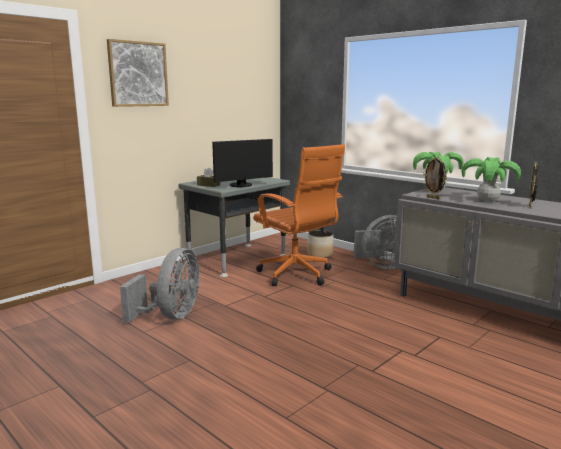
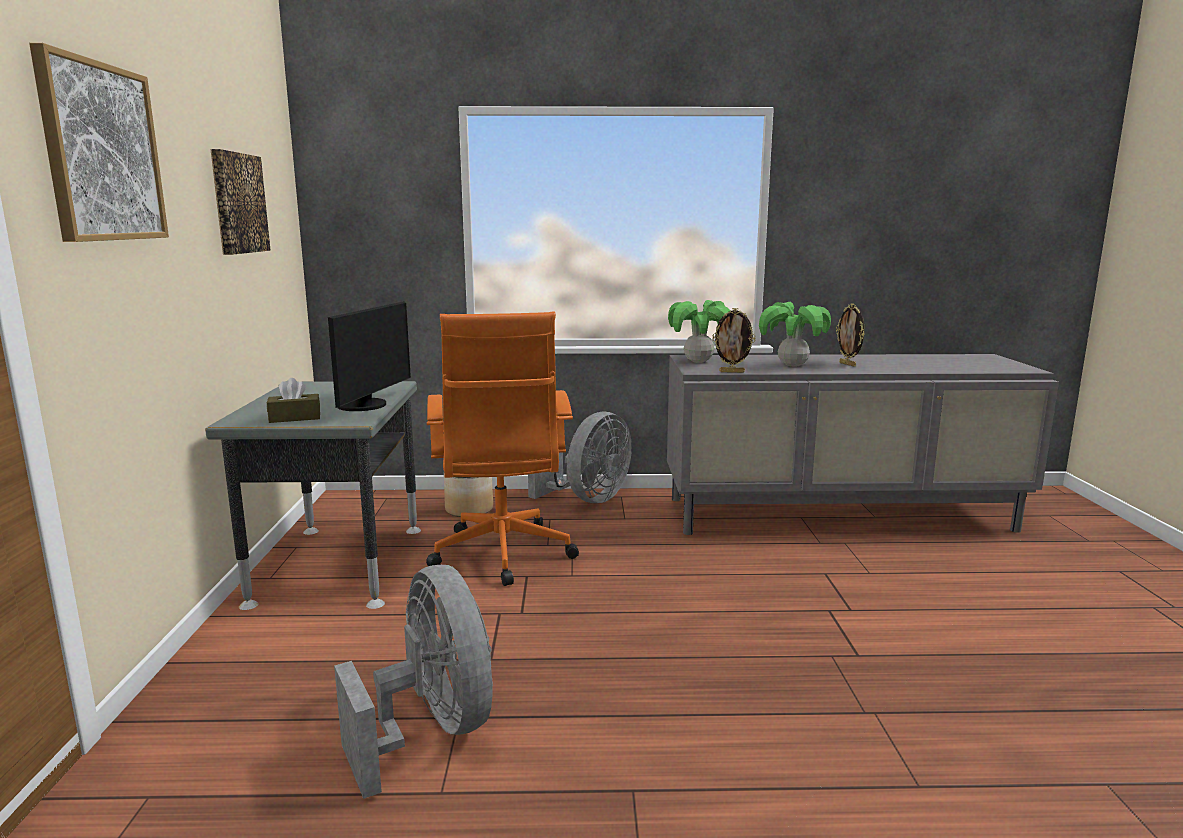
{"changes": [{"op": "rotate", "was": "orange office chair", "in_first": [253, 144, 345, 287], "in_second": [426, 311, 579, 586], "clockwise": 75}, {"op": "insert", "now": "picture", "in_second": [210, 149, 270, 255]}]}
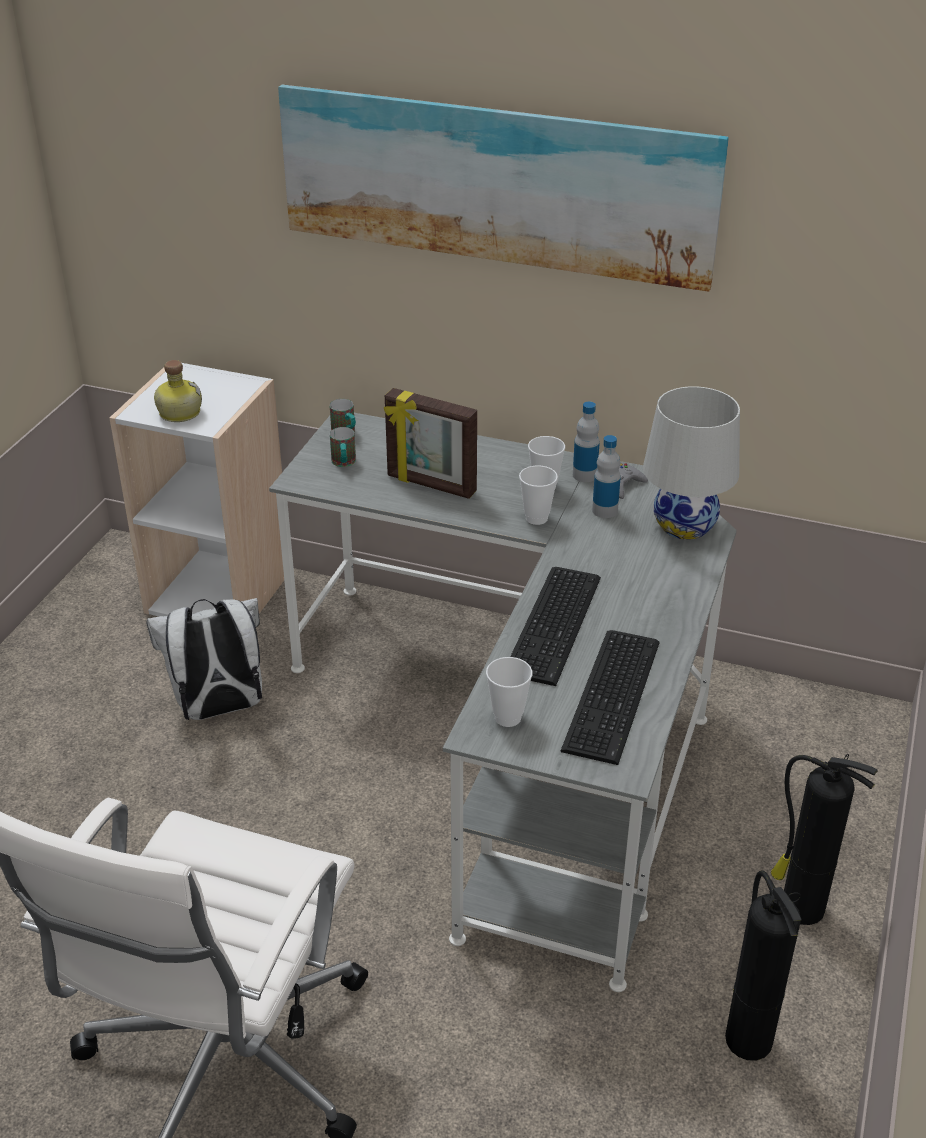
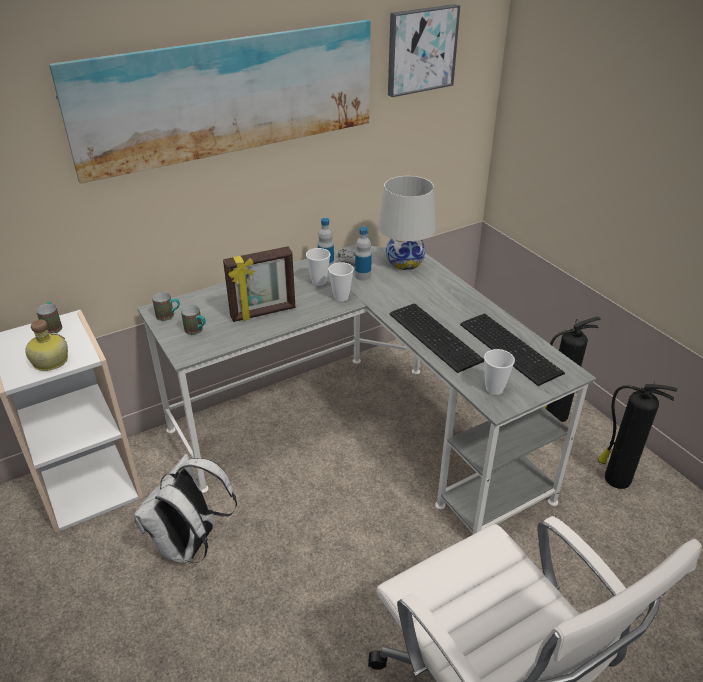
{"changes": [{"op": "insert", "now": "mug", "in_second": [36, 301, 62, 333]}, {"op": "insert", "now": "picture", "in_second": [388, 4, 460, 97]}]}
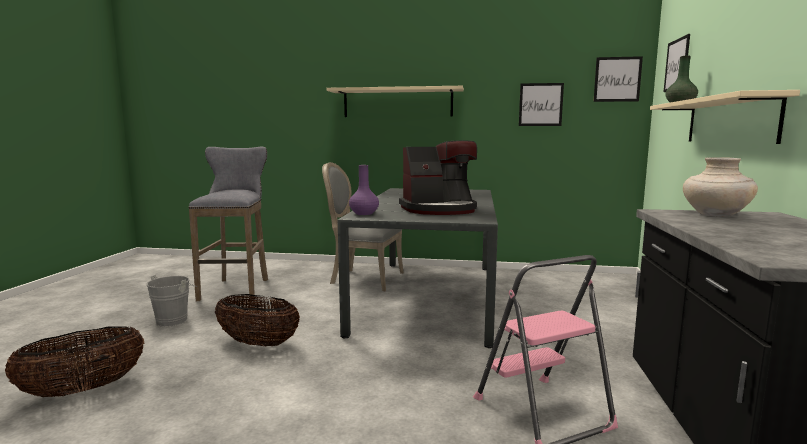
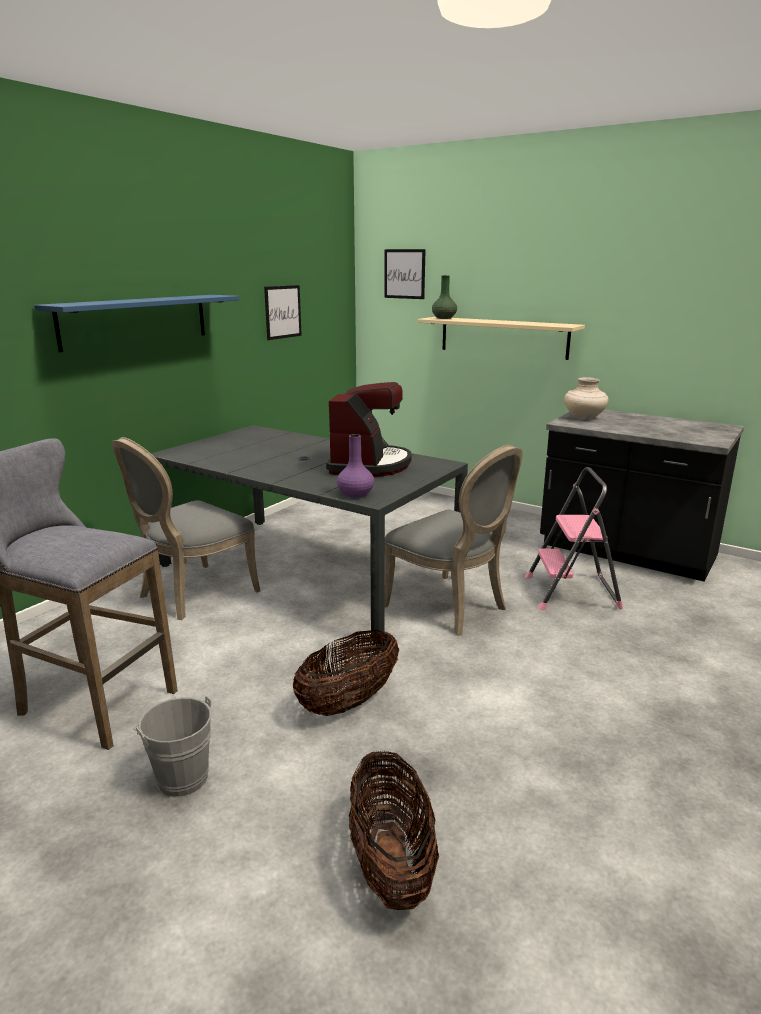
{"changes": [{"op": "recolor", "was": "beige shelf", "now": "blue shelf", "in_first": [327, 86, 464, 117], "in_second": [34, 295, 239, 352]}, {"op": "delete", "was": "picture", "in_first": [593, 56, 643, 102]}, {"op": "insert", "now": "grey chair", "in_second": [385, 445, 523, 636]}]}
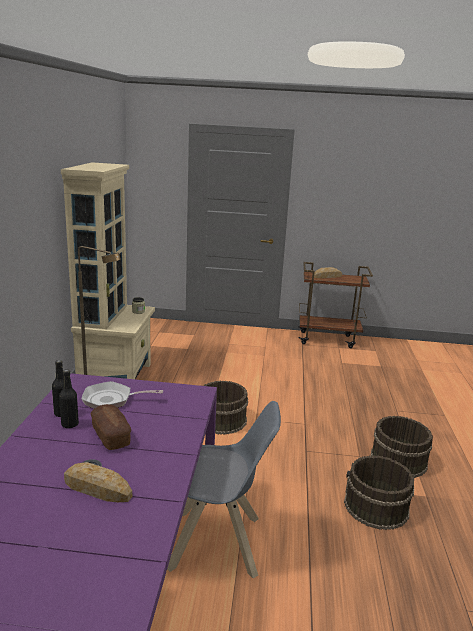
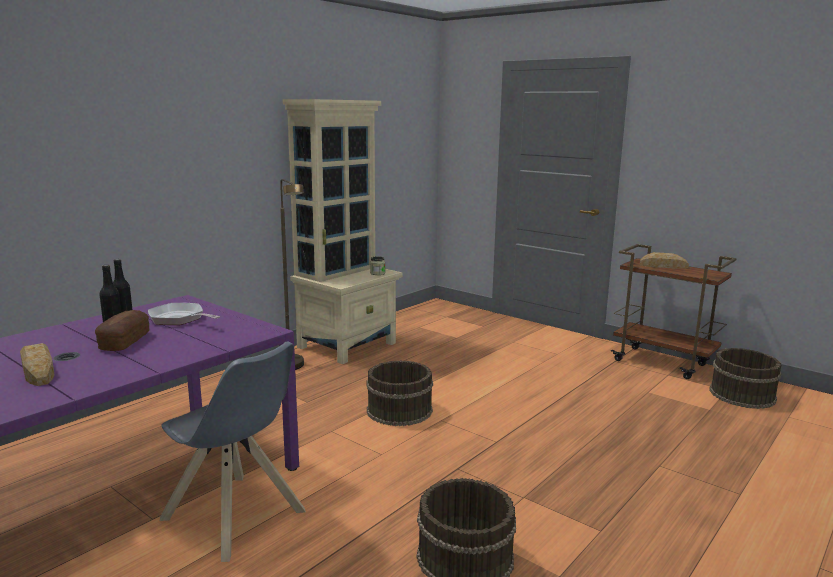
{"changes": [{"op": "move", "was": "brown bucket", "in_first": [370, 416, 433, 478], "in_second": [709, 348, 781, 409]}]}
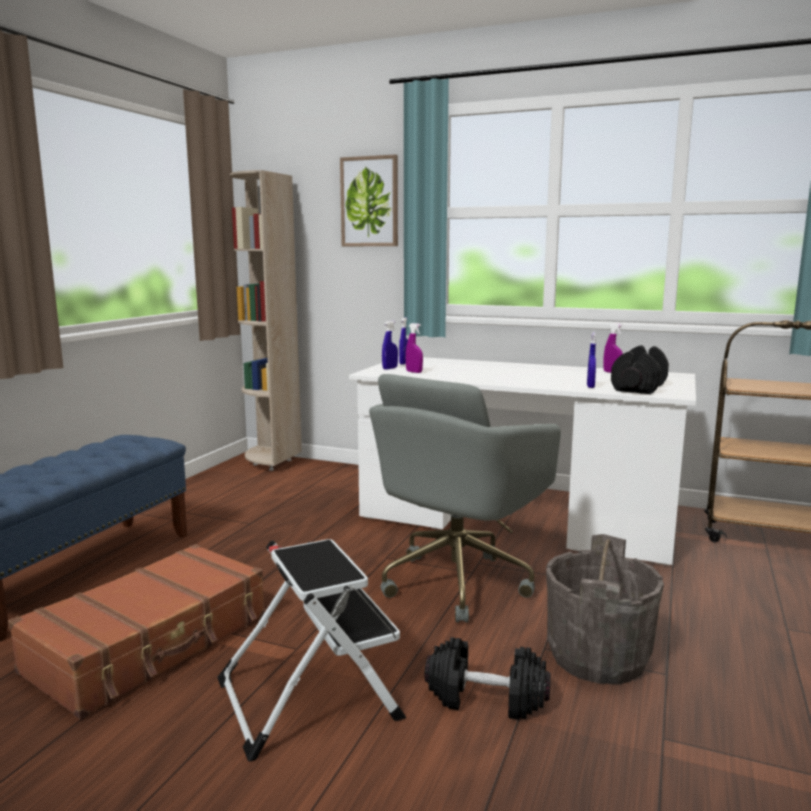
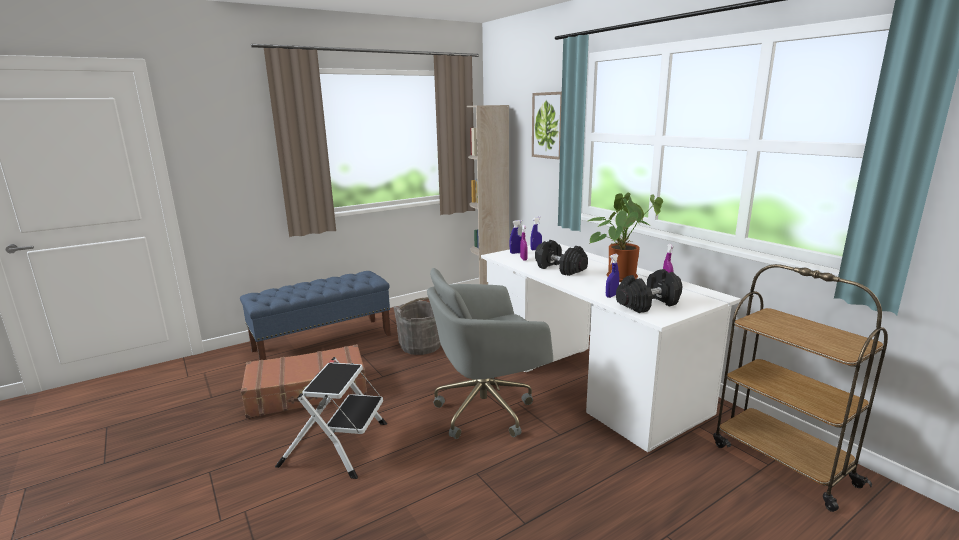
{"changes": [{"op": "move", "was": "black dumbbell", "in_first": [424, 637, 551, 720], "in_second": [535, 240, 588, 276]}, {"op": "move", "was": "grey bucket", "in_first": [546, 534, 664, 684], "in_second": [393, 297, 441, 355]}, {"op": "insert", "now": "potted plant", "in_second": [588, 193, 663, 282]}]}
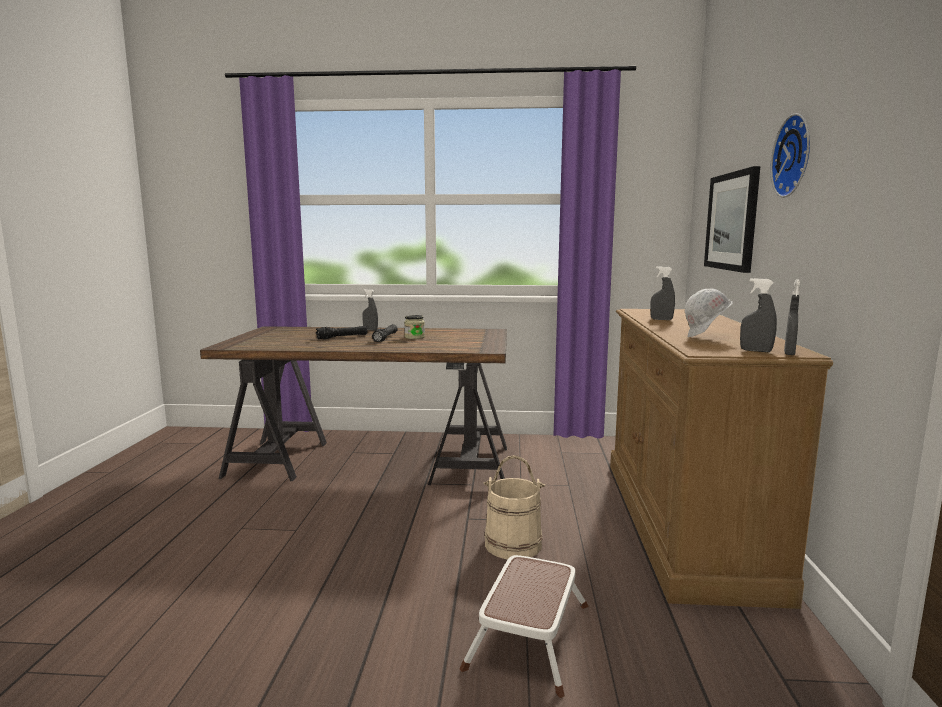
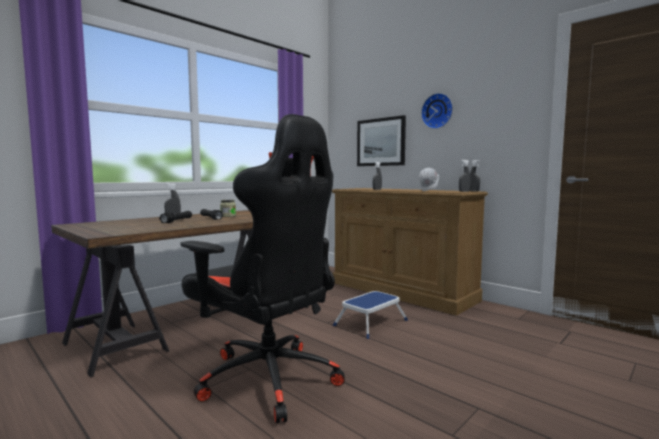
{"changes": [{"op": "delete", "was": "brown step ladder", "in_first": [460, 555, 589, 698]}, {"op": "replace", "was": "beige bucket", "now": "blue step ladder", "in_first": [483, 455, 545, 560], "in_second": [333, 291, 408, 339]}, {"op": "insert", "now": "black office chair", "in_second": [180, 114, 345, 423]}]}
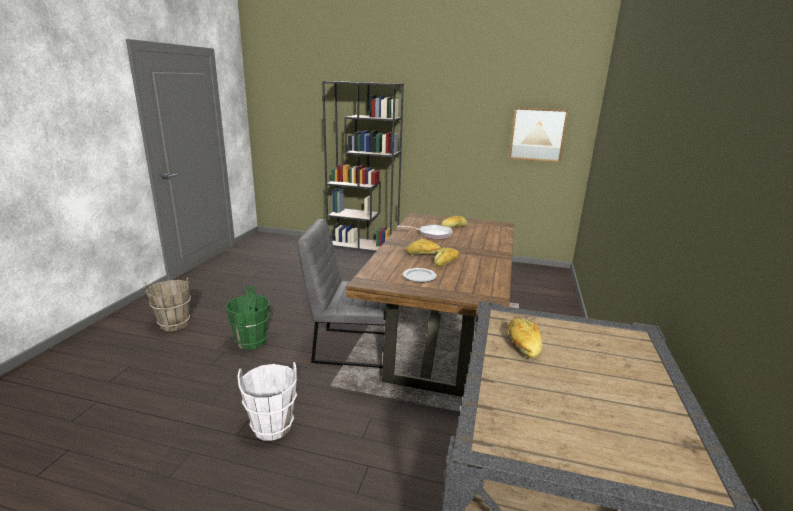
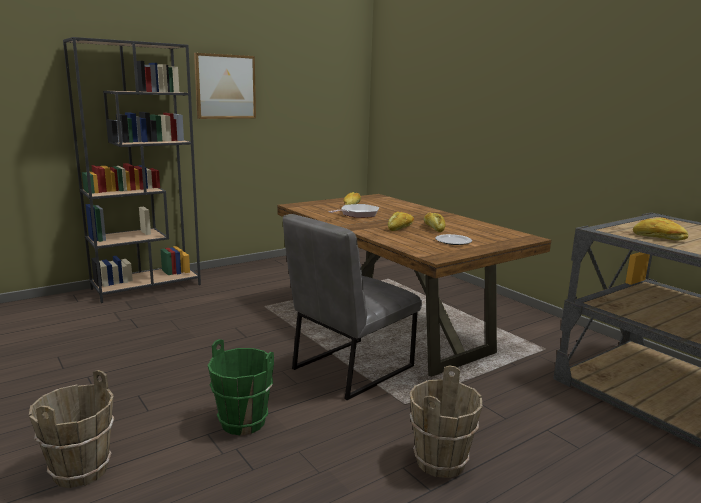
{"changes": [{"op": "recolor", "was": "white bucket", "now": "brown bucket", "in_first": [237, 362, 297, 441], "in_second": [409, 365, 482, 478]}, {"op": "move", "was": "picture", "in_first": [509, 107, 569, 162], "in_second": [194, 53, 256, 119]}]}
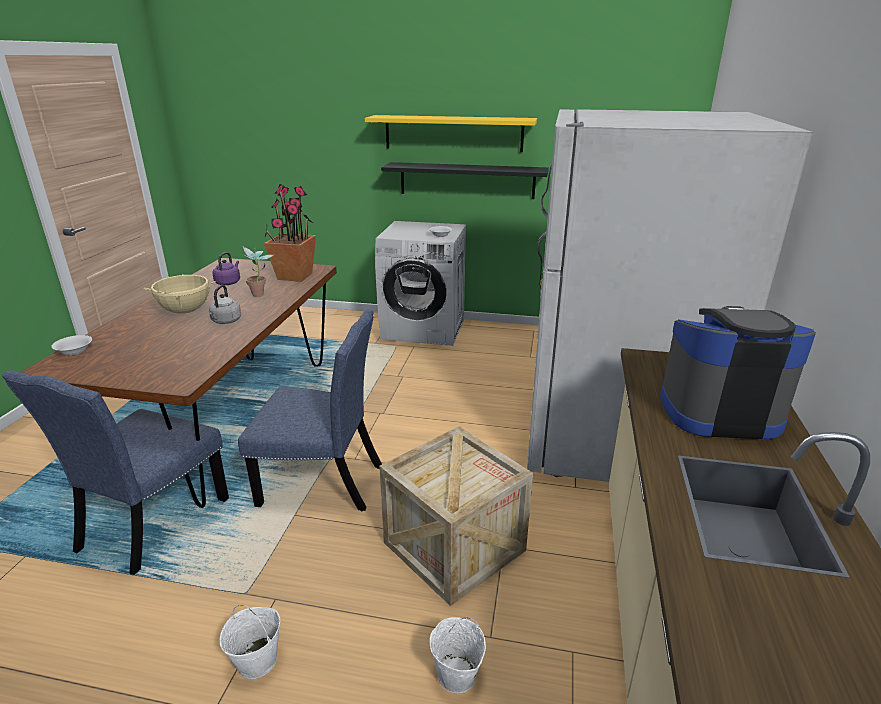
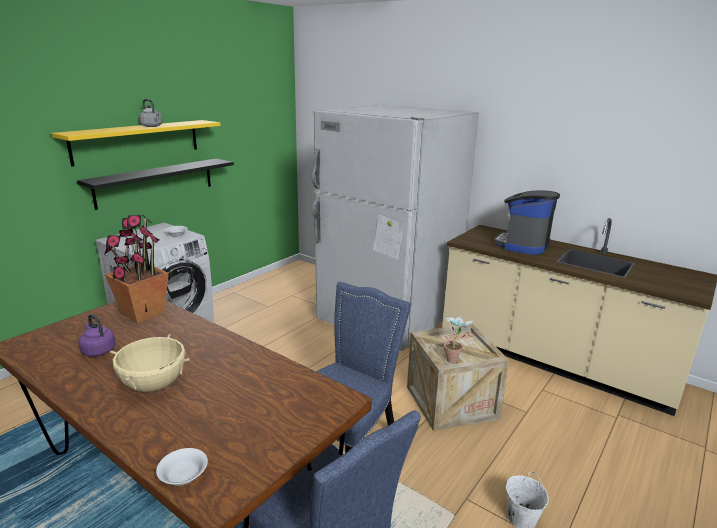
{"changes": [{"op": "move", "was": "grey kettle", "in_first": [208, 285, 241, 324], "in_second": [139, 99, 162, 127]}, {"op": "move", "was": "potted plant", "in_first": [243, 247, 273, 297], "in_second": [444, 315, 473, 363]}, {"op": "delete", "was": "white bucket", "in_first": [430, 617, 486, 693]}]}
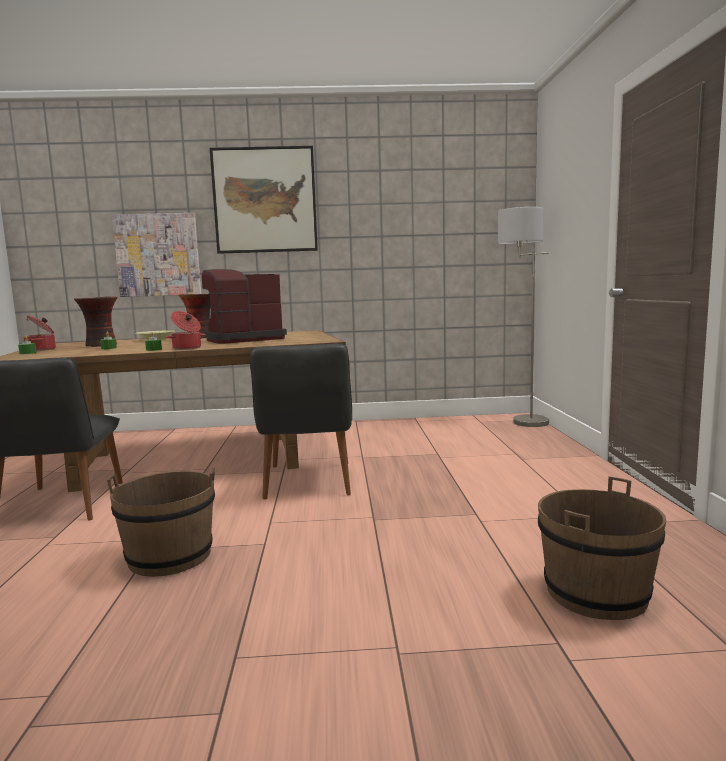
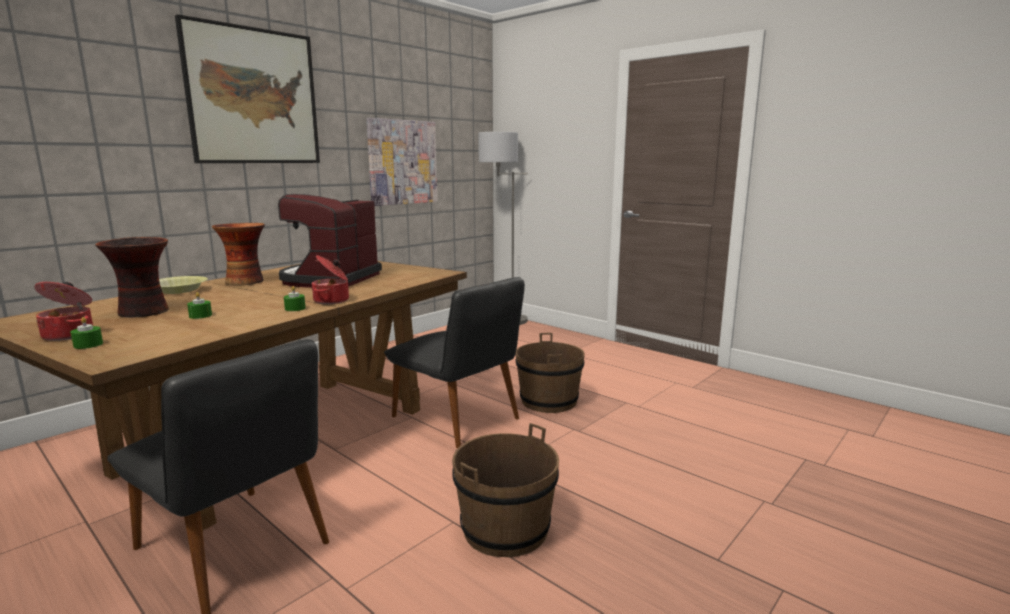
{"changes": [{"op": "move", "was": "picture", "in_first": [112, 213, 201, 297], "in_second": [366, 118, 438, 206]}, {"op": "move", "was": "brown bucket", "in_first": [538, 476, 667, 620], "in_second": [516, 333, 585, 413]}]}
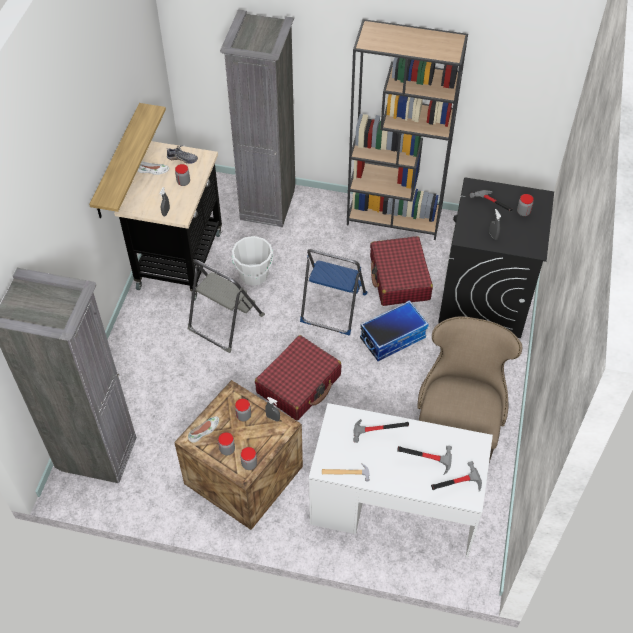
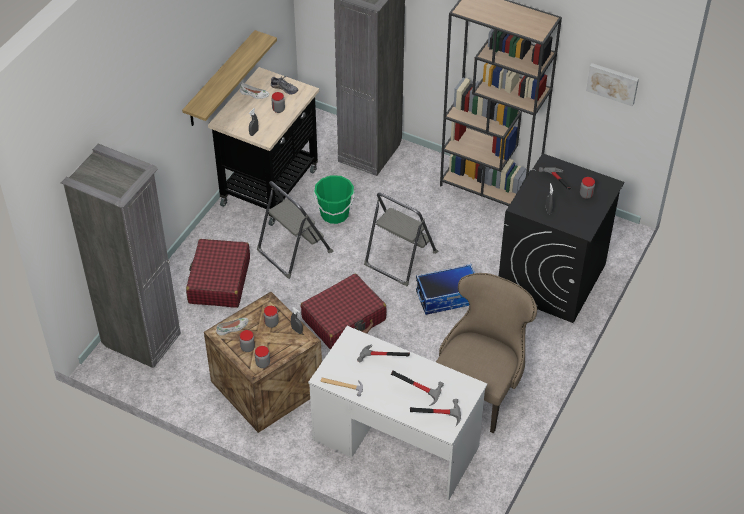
{"changes": [{"op": "recolor", "was": "white bucket", "now": "green bucket", "in_first": [232, 236, 274, 286], "in_second": [314, 175, 354, 224]}, {"op": "recolor", "was": "blue step ladder", "now": "grey step ladder", "in_first": [300, 249, 368, 335], "in_second": [364, 192, 438, 286]}, {"op": "move", "was": "red suitcase", "in_first": [370, 236, 433, 306], "in_second": [186, 239, 250, 308]}, {"op": "insert", "now": "picture", "in_second": [586, 63, 639, 107]}]}
